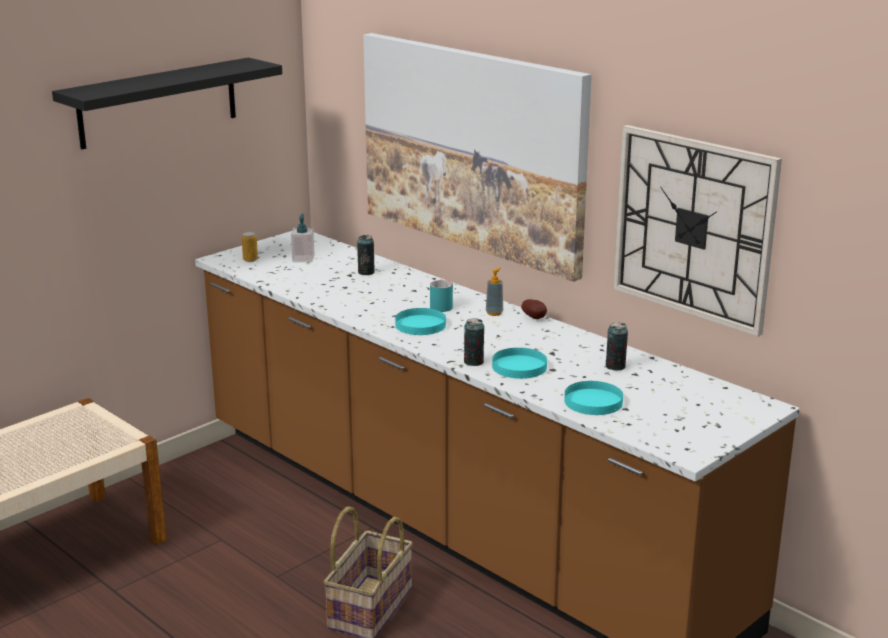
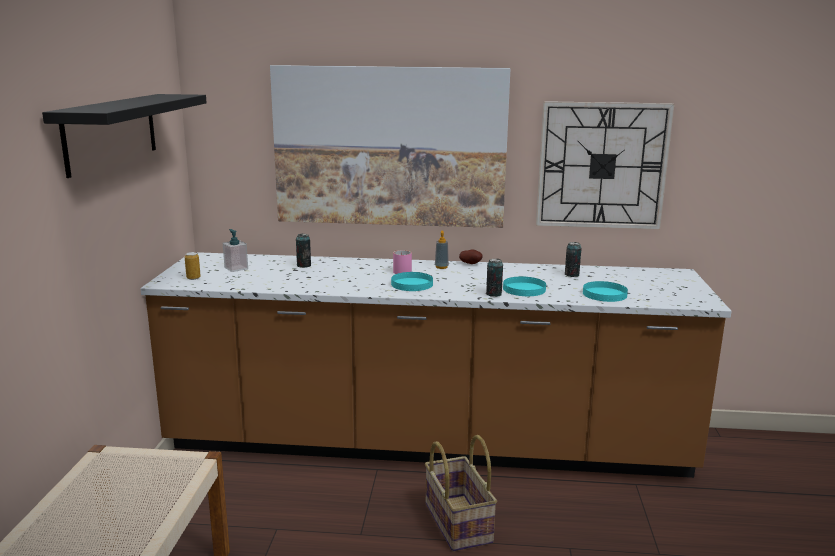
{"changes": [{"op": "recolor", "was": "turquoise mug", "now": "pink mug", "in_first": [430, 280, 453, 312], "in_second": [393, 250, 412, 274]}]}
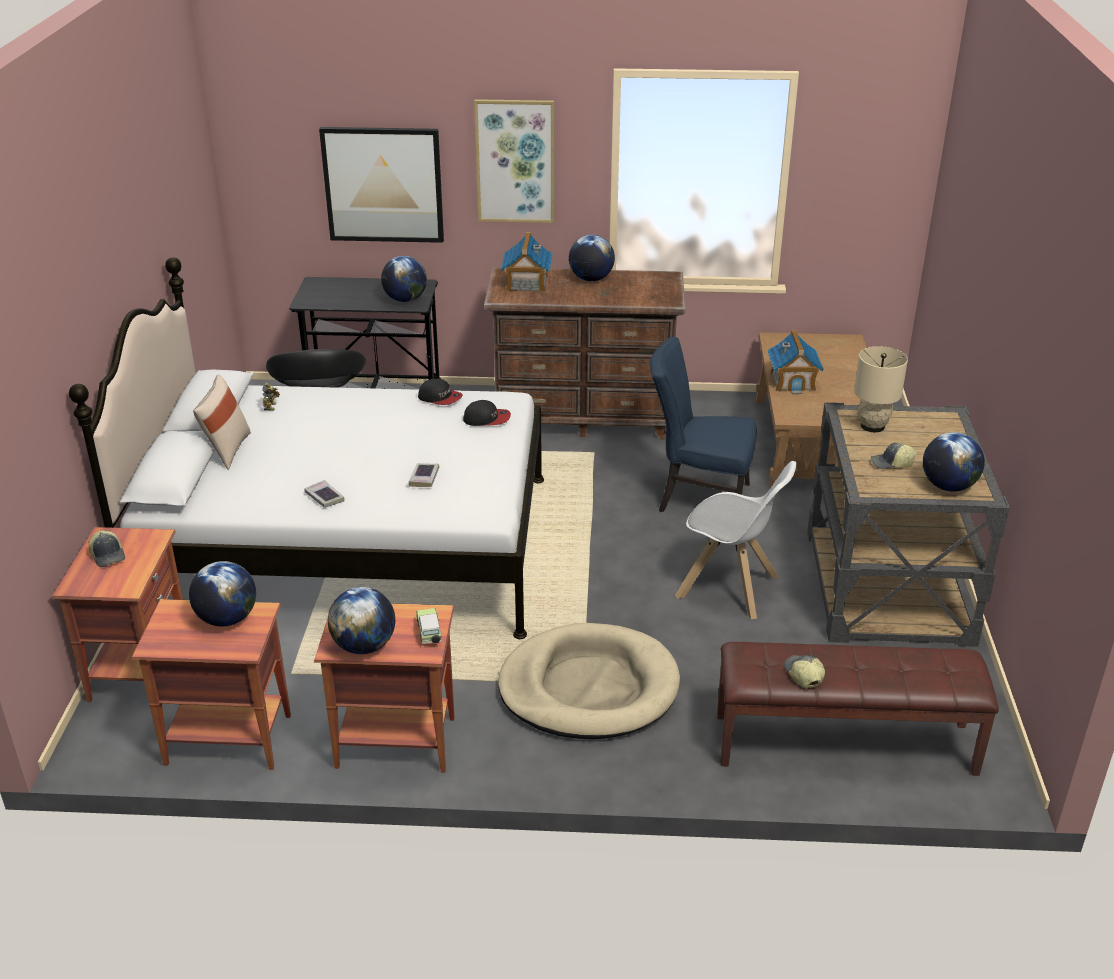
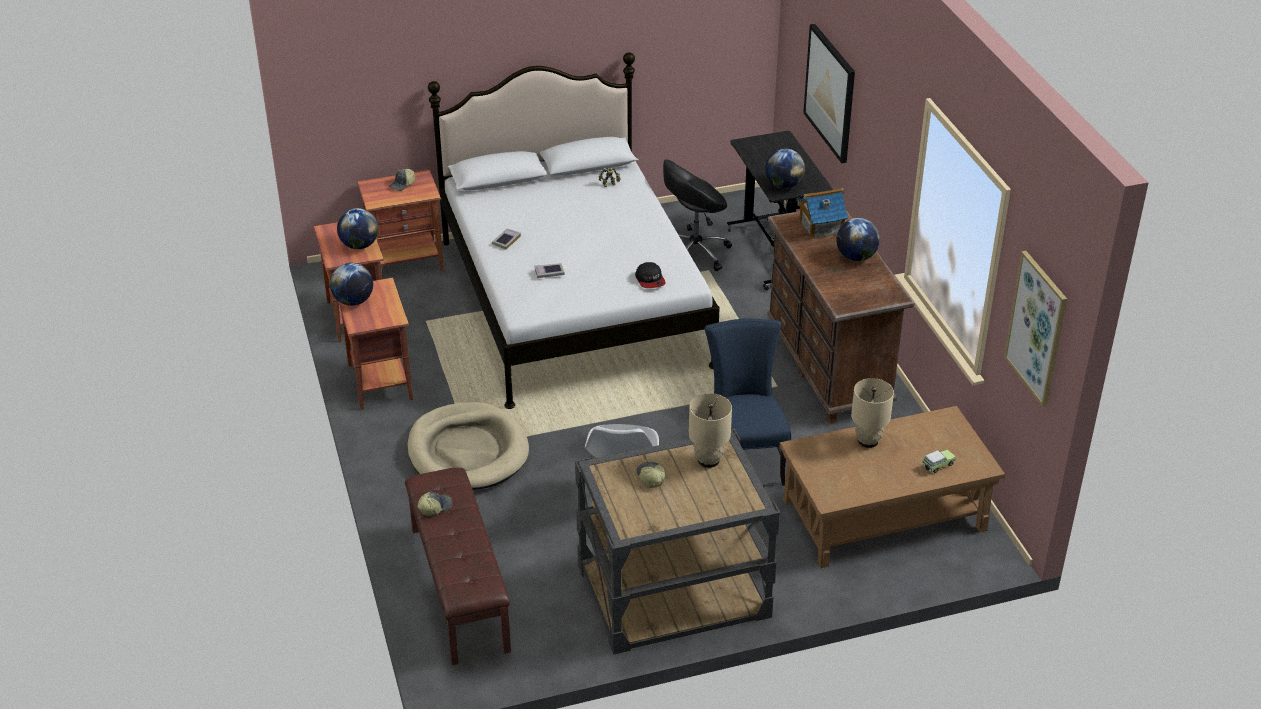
{"changes": [{"op": "delete", "was": "beige pillow", "in_first": [193, 374, 251, 470]}, {"op": "move", "was": "toy car", "in_first": [416, 608, 442, 644], "in_second": [922, 449, 956, 473]}, {"op": "delete", "was": "cap", "in_first": [418, 378, 463, 405]}, {"op": "move", "was": "picture", "in_first": [474, 99, 554, 223], "in_second": [1004, 251, 1067, 407]}, {"op": "replace", "was": "toy house", "now": "beige table lamp", "in_first": [767, 330, 824, 394], "in_second": [851, 378, 894, 448]}, {"op": "delete", "was": "globe", "in_first": [923, 432, 985, 492]}]}
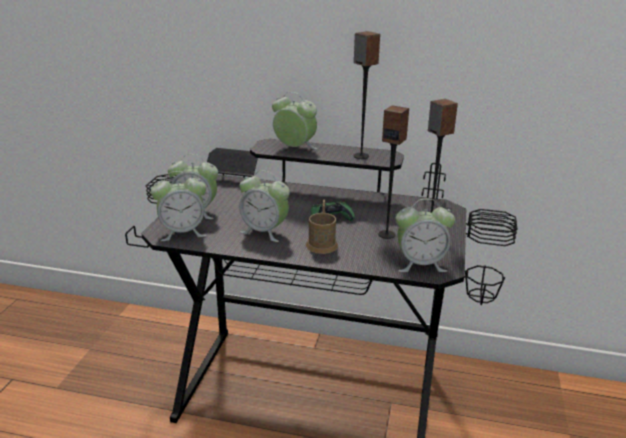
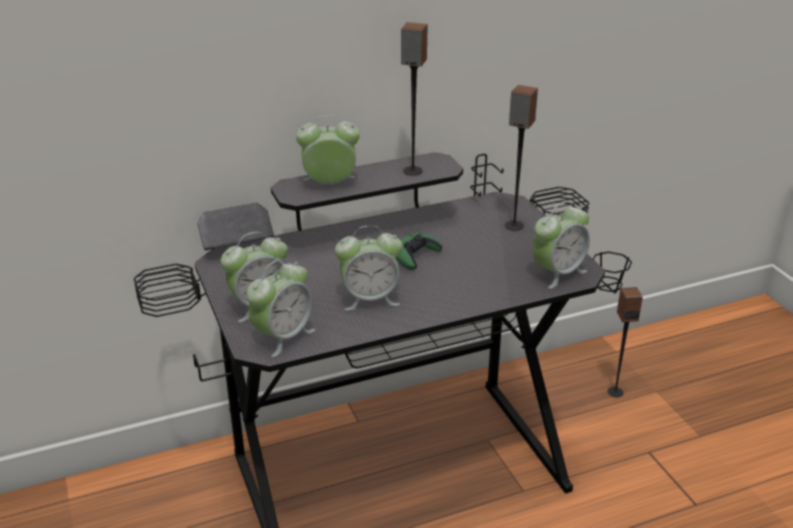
{"changes": [{"op": "delete", "was": "brown mug", "in_first": [306, 199, 338, 254]}, {"op": "move", "was": "speaker", "in_first": [378, 105, 409, 239], "in_second": [608, 287, 643, 397]}]}
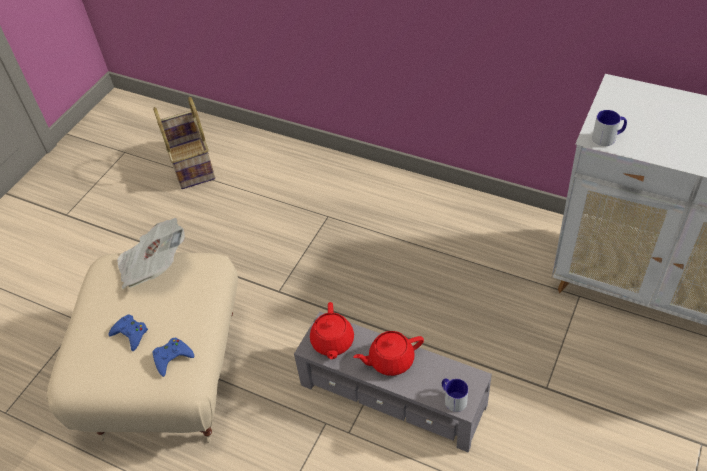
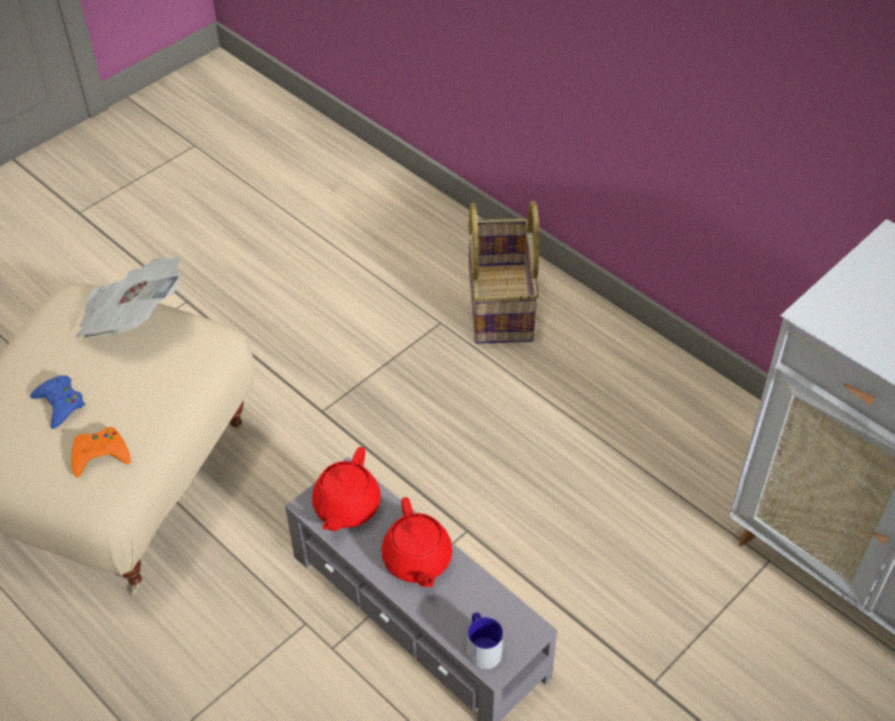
{"changes": [{"op": "recolor", "was": "blue game controller", "now": "orange game controller", "in_first": [152, 338, 195, 377], "in_second": [71, 427, 131, 478]}, {"op": "move", "was": "basket", "in_first": [153, 97, 215, 189], "in_second": [467, 200, 539, 344]}, {"op": "rotate", "was": "red teapot", "in_first": [353, 331, 424, 376], "in_second": [381, 497, 453, 587], "clockwise": -105}, {"op": "delete", "was": "mug", "in_first": [592, 110, 627, 146]}]}
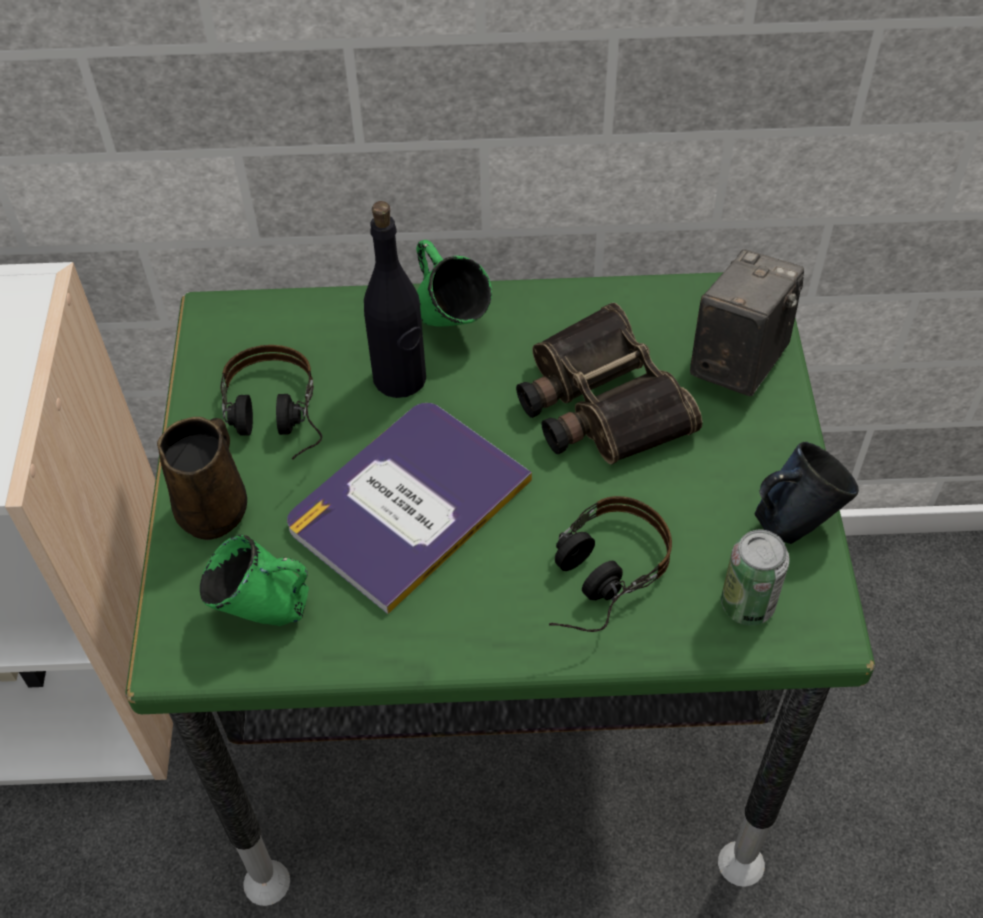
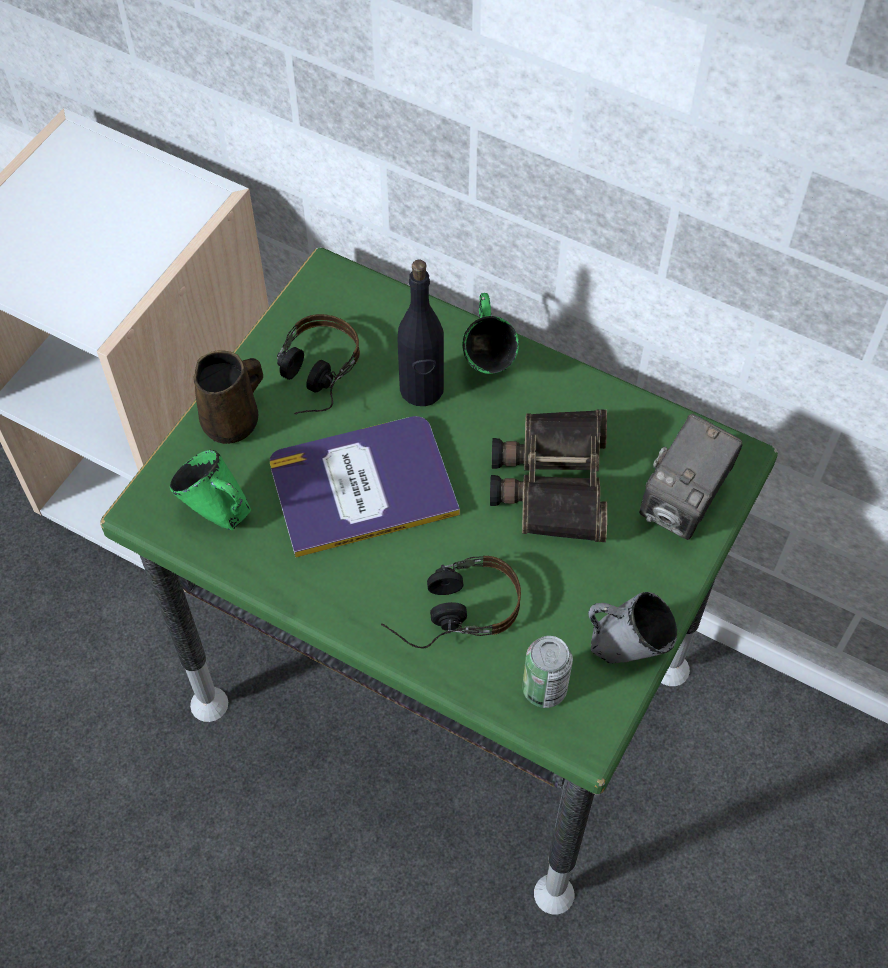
{"changes": [{"op": "rotate", "was": "photo camera", "in_first": [690, 249, 804, 396], "in_second": [639, 414, 743, 540], "clockwise": 150}, {"op": "recolor", "was": "blue mug", "now": "grey mug", "in_first": [755, 442, 859, 544], "in_second": [588, 592, 677, 663]}]}
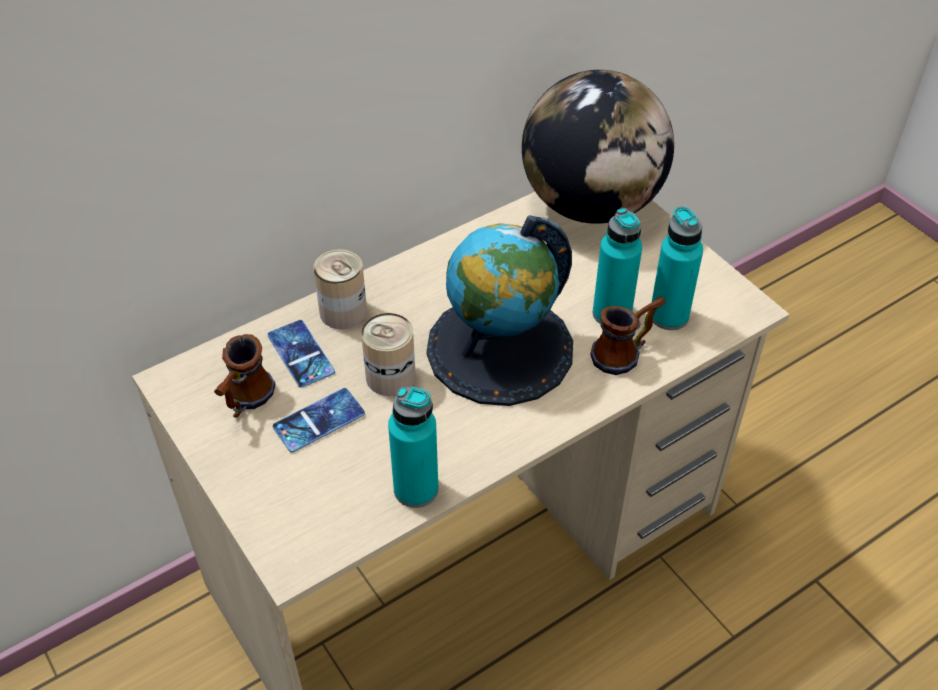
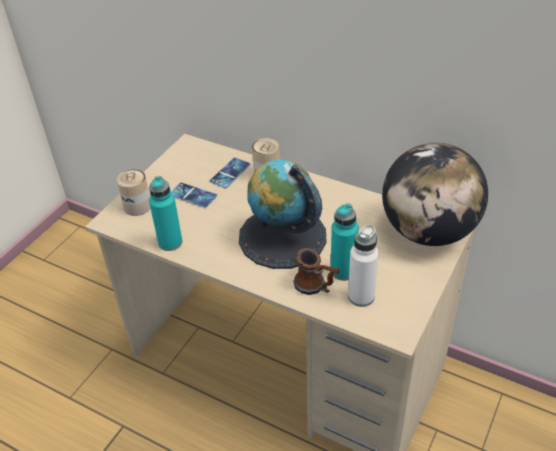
{"changes": [{"op": "delete", "was": "mug", "in_first": [214, 334, 275, 418]}, {"op": "move", "was": "can", "in_first": [361, 313, 416, 396], "in_second": [117, 169, 151, 216]}, {"op": "recolor", "was": "turquoise bottle", "now": "white bottle", "in_first": [652, 206, 703, 330], "in_second": [348, 225, 379, 307]}]}
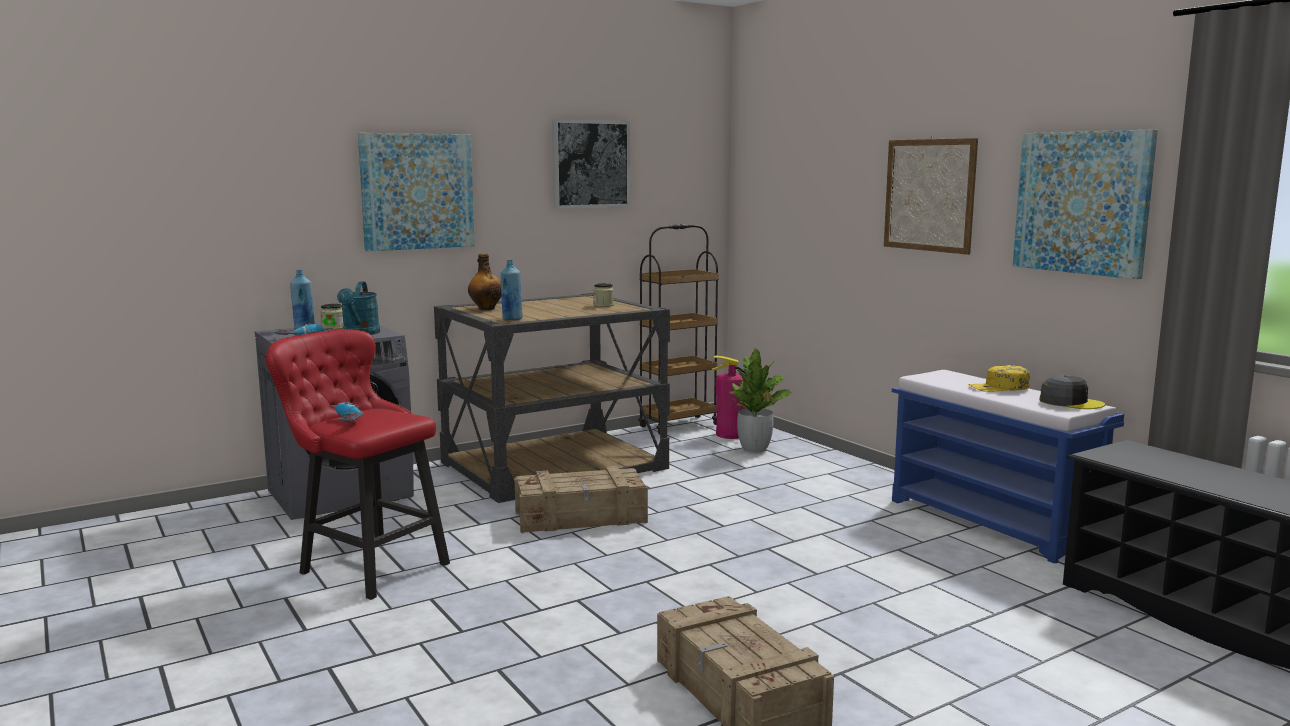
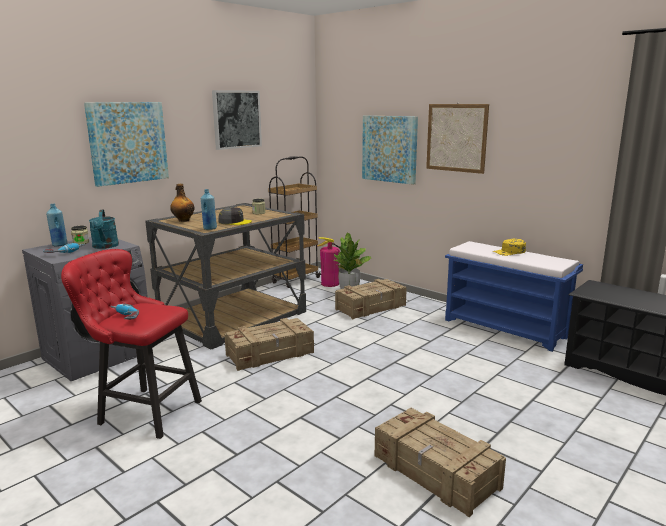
{"changes": [{"op": "move", "was": "picture", "in_first": [1013, 129, 1158, 279], "in_second": [362, 116, 418, 185]}, {"op": "move", "was": "grey cap", "in_first": [1040, 375, 1105, 409], "in_second": [219, 207, 252, 225]}, {"op": "insert", "now": "crate", "in_second": [335, 279, 407, 319]}]}
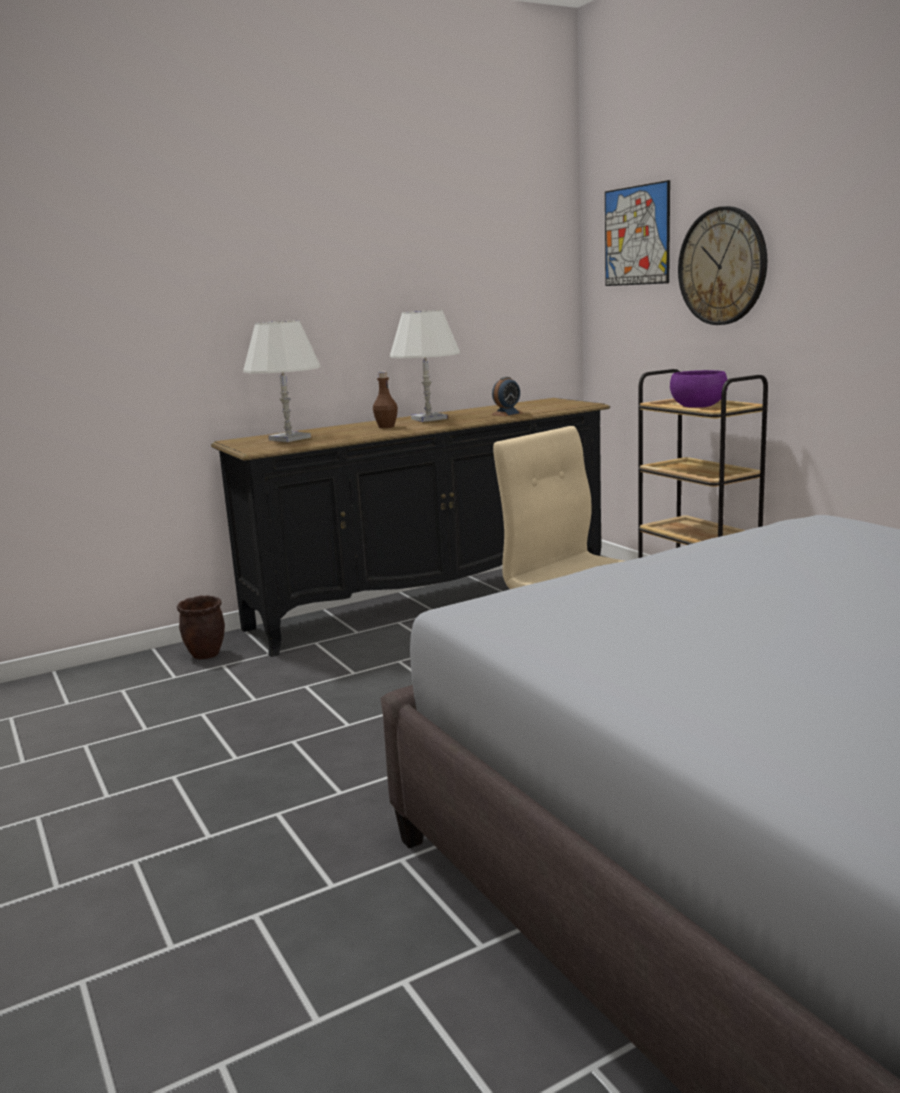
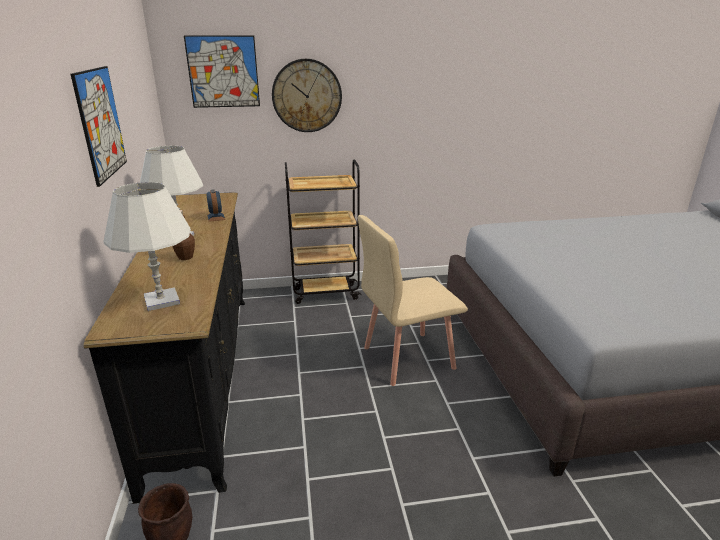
{"changes": [{"op": "delete", "was": "purple bowl", "in_first": [670, 370, 728, 408]}, {"op": "insert", "now": "picture", "in_second": [71, 66, 127, 187]}]}
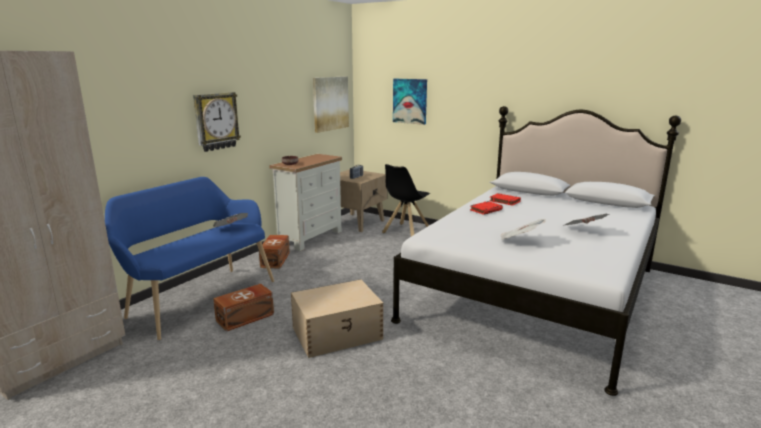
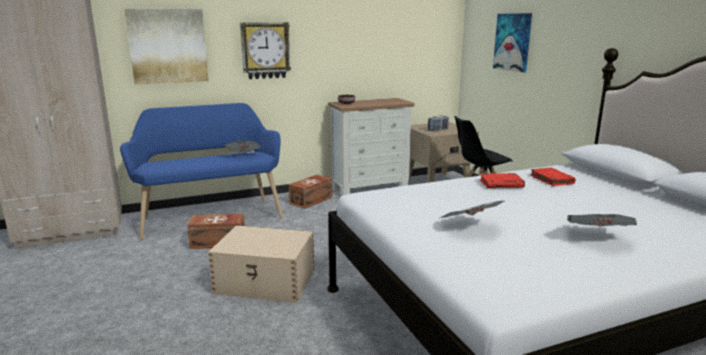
{"changes": [{"op": "move", "was": "picture", "in_first": [313, 76, 349, 133], "in_second": [125, 9, 208, 84]}]}
